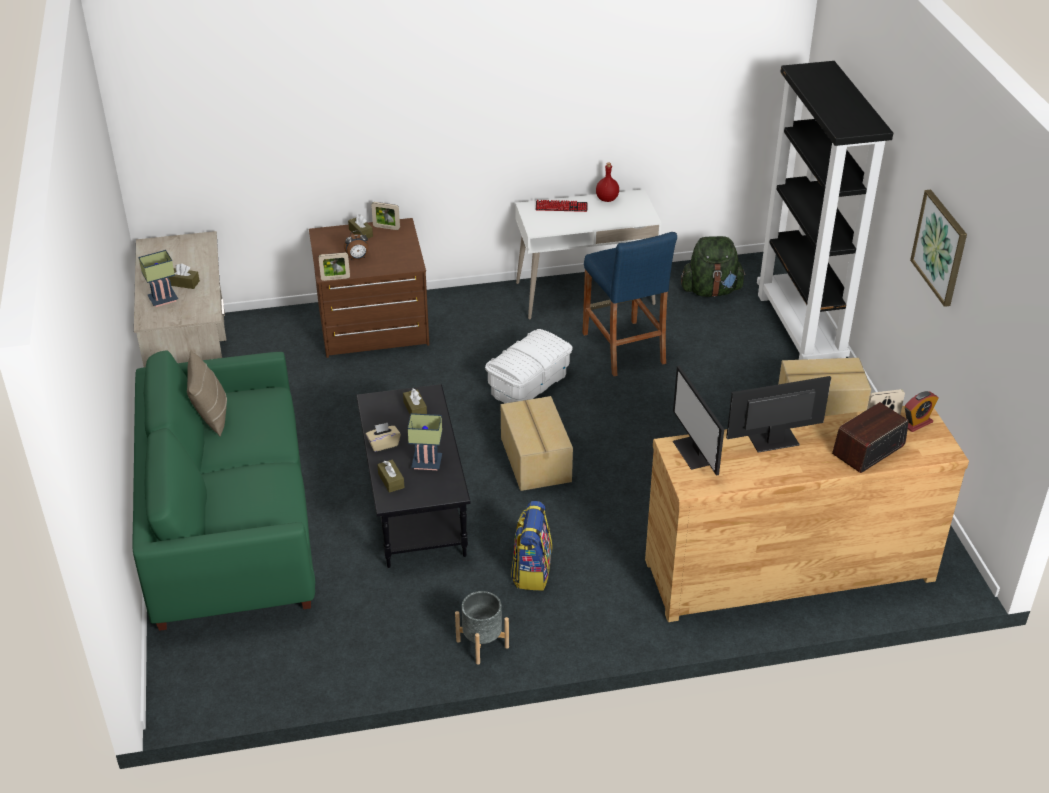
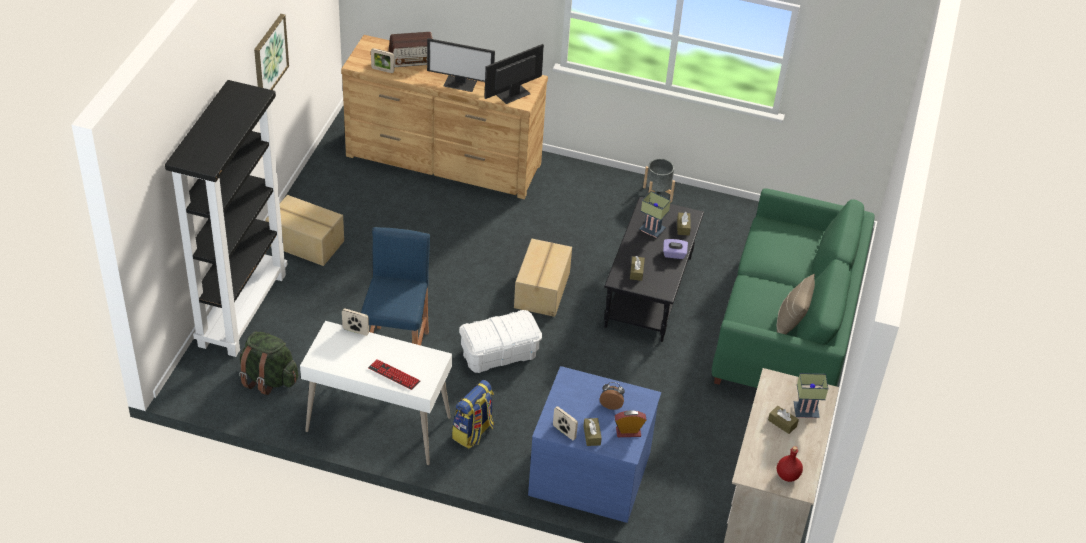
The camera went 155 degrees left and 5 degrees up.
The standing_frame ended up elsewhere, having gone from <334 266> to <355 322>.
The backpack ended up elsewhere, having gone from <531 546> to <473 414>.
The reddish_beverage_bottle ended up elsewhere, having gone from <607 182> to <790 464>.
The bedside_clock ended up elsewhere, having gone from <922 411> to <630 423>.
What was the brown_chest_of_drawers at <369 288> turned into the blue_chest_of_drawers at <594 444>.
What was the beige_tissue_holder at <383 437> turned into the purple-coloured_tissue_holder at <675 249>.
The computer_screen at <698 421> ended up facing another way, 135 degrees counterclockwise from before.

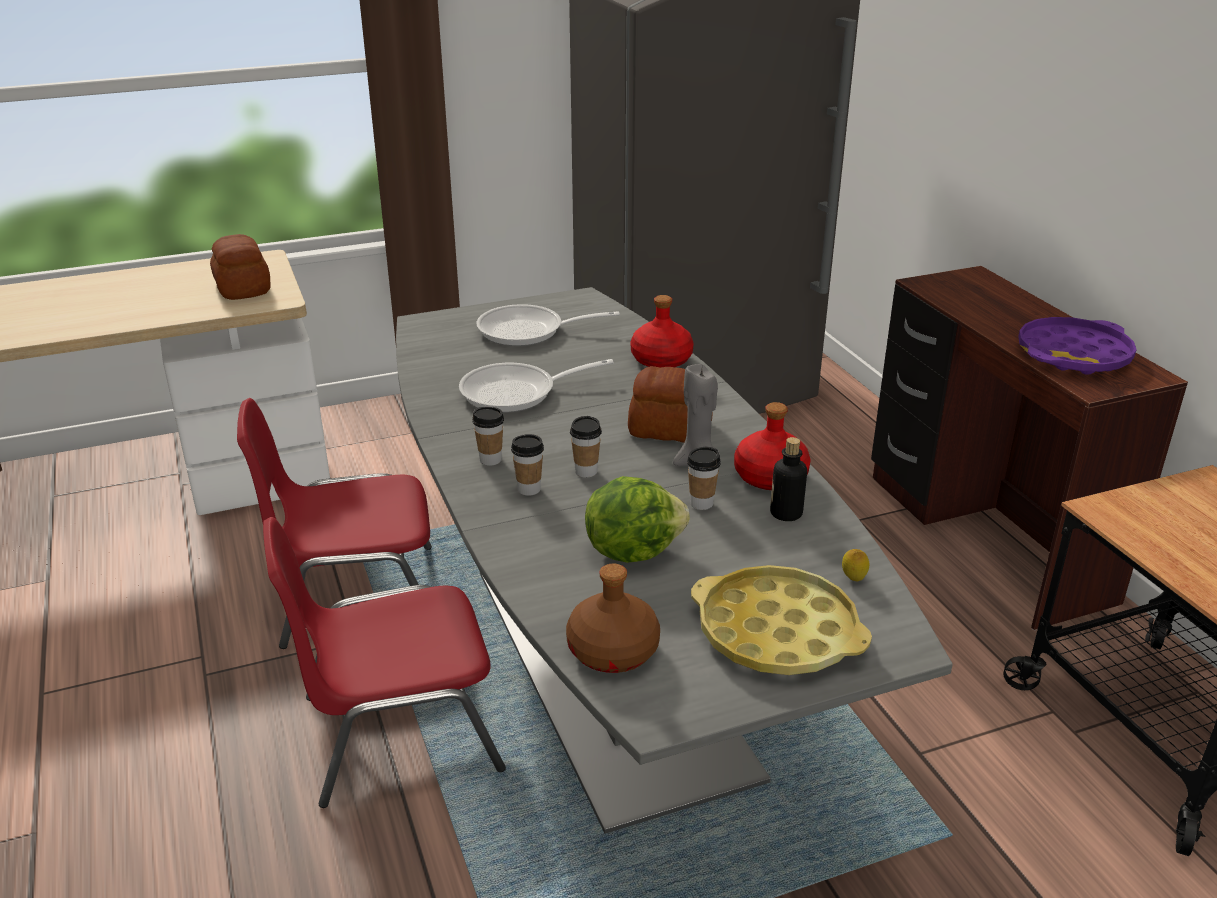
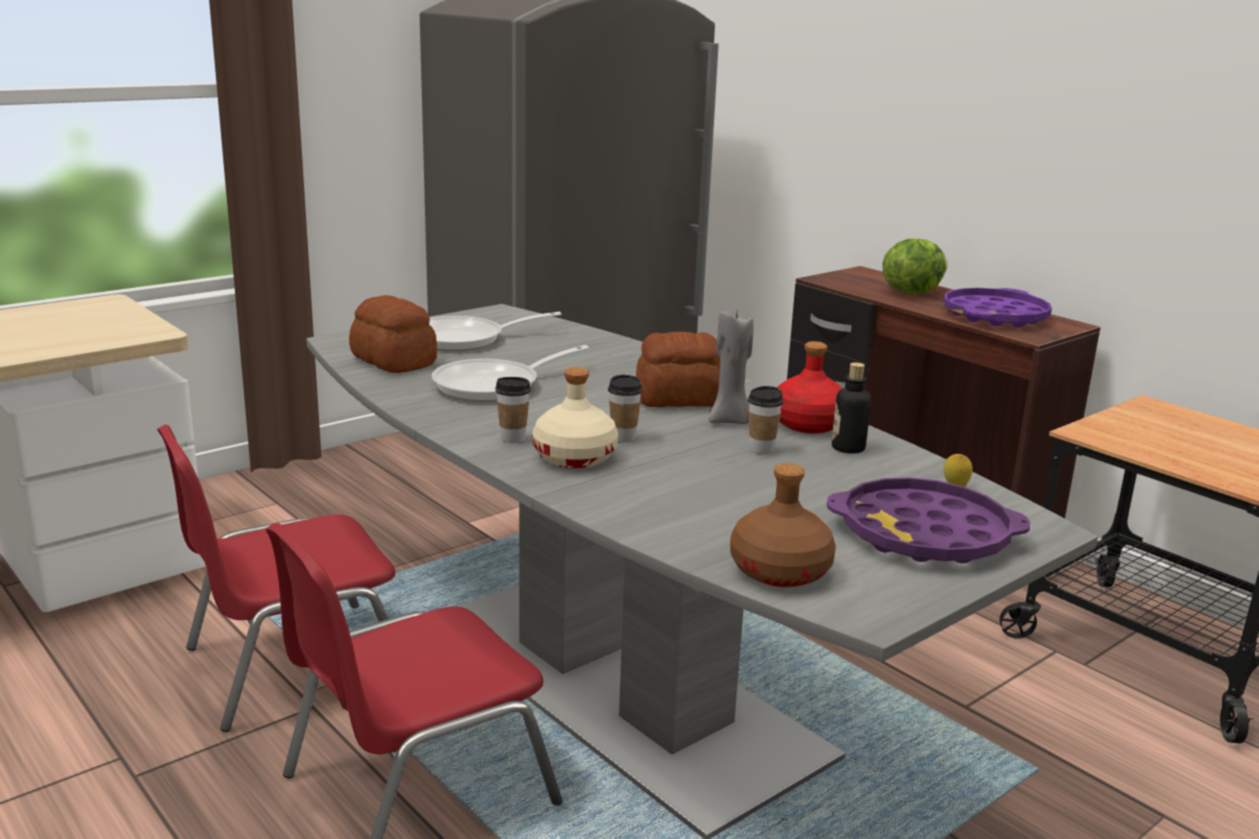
The camera went 20 degrees left and 10 degrees down.
The second view lost the reddish_beverage_bottle at <662 331>.
The bread ended up elsewhere, having gone from <240 267> to <393 334>.
The lettuce ended up elsewhere, having gone from <637 519> to <915 266>.
Where the small_cup stood at <527 465>, the beige_beverage_bottle came to stand at <575 417>.
What was the yellow_carrying_tray at <781 620> turned into the purple-coloured_carrying_tray at <928 520>.

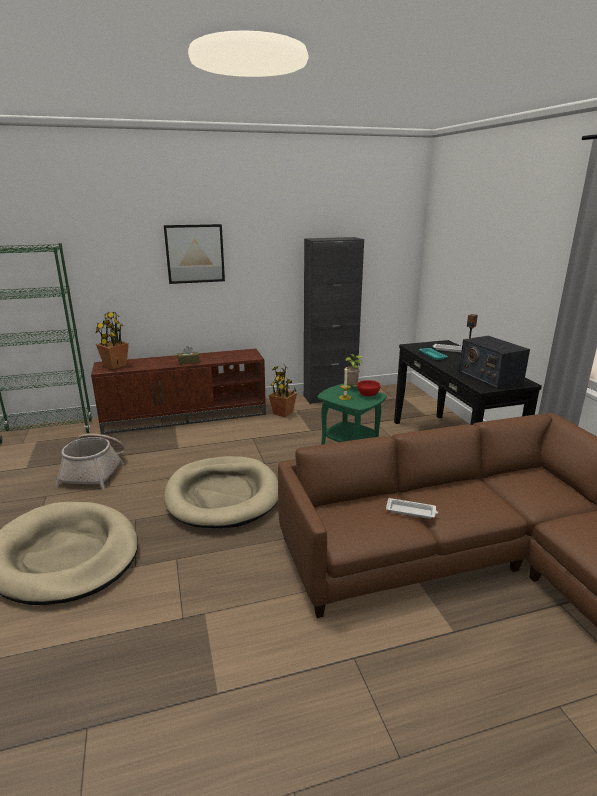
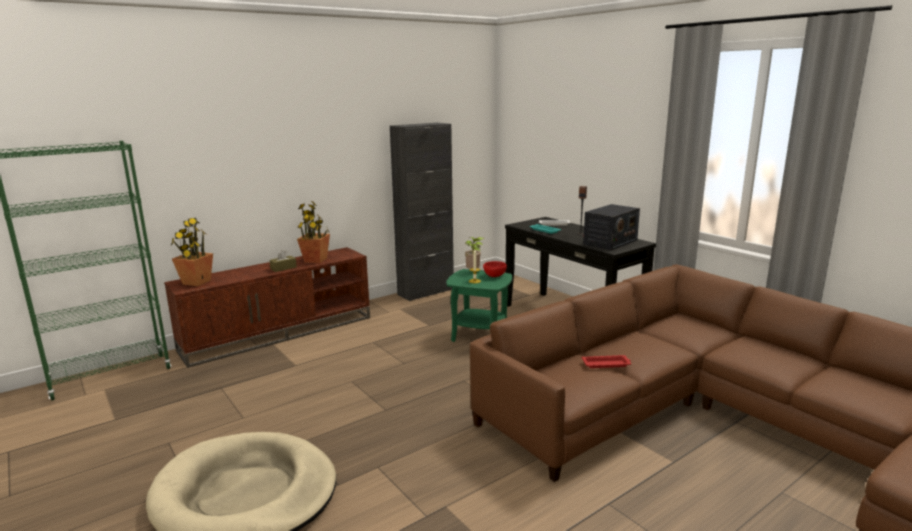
The camera went 20 degrees left and 5 degrees down.
The second view lost the basket at <90 461>.
The second view lost the picture at <194 254>.
The second view lost the beige_pet_bed at <221 492>.
The potted_plant ended up elsewhere, having gone from <283 391> to <313 232>.
What was the white-coloured_carrying_tray at <412 508> turned into the reddish_carrying_tray at <606 361>.
The radio_set at <494 362> ended up facing another way, 90 degrees counterclockwise from before.

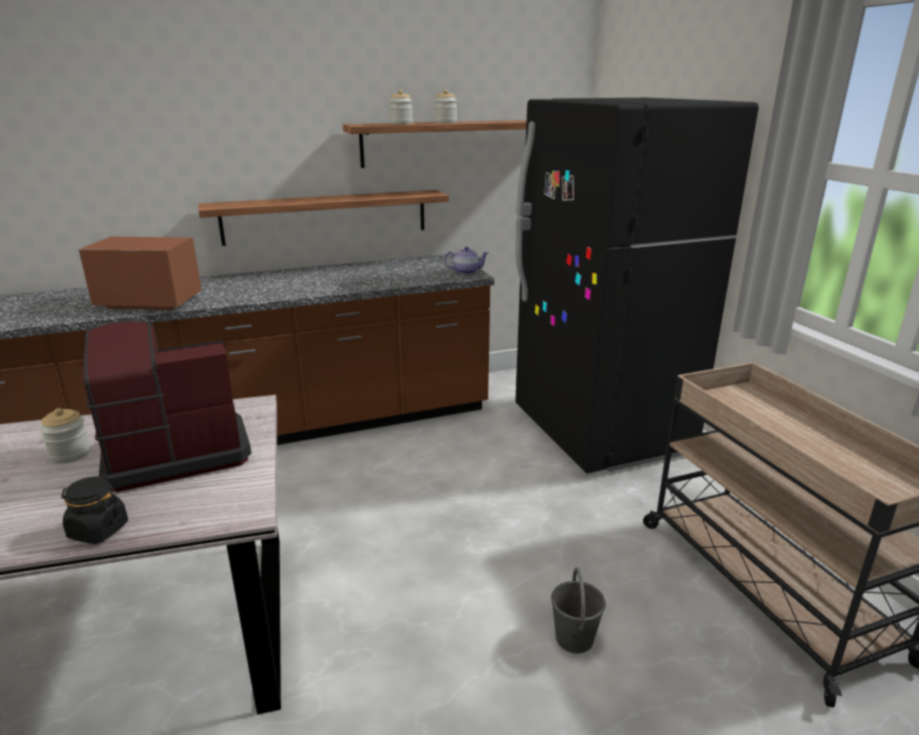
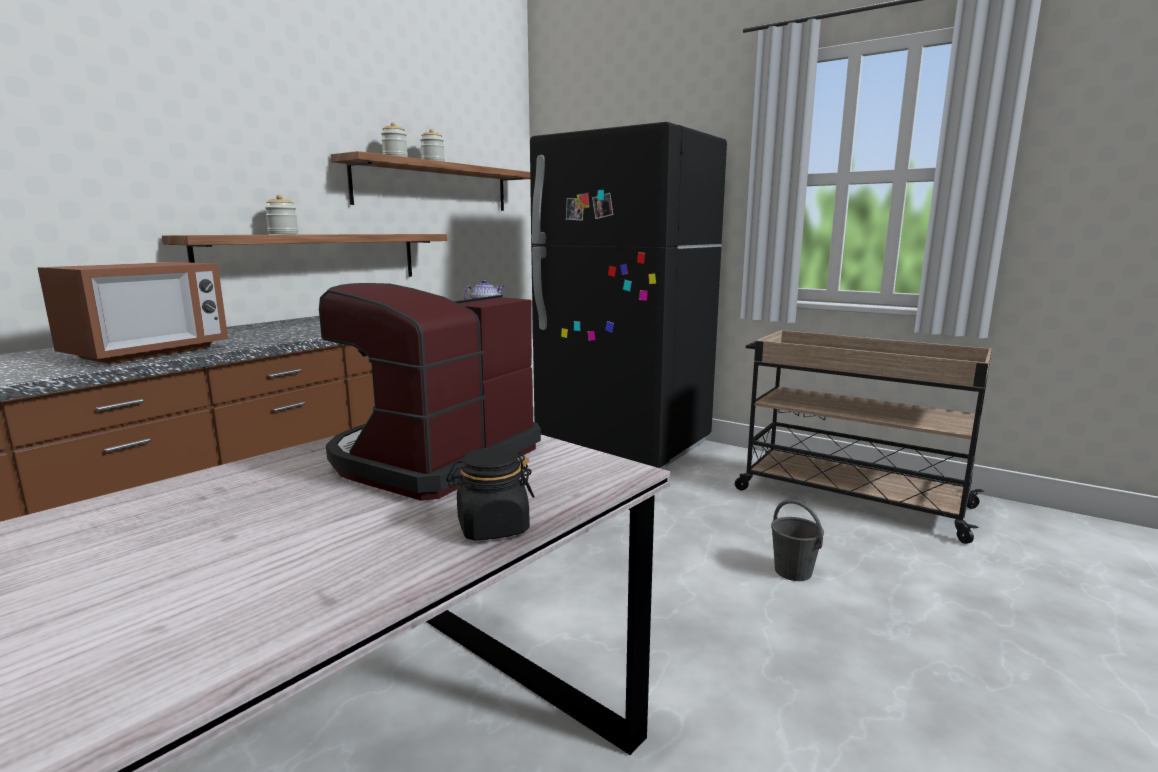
The camera went 35 degrees left and 10 degrees down.
The preserve_jar ended up elsewhere, having gone from <65 435> to <281 214>.
The kitchen_microwave at <140 273> ended up facing another way, 150 degrees clockwise from before.

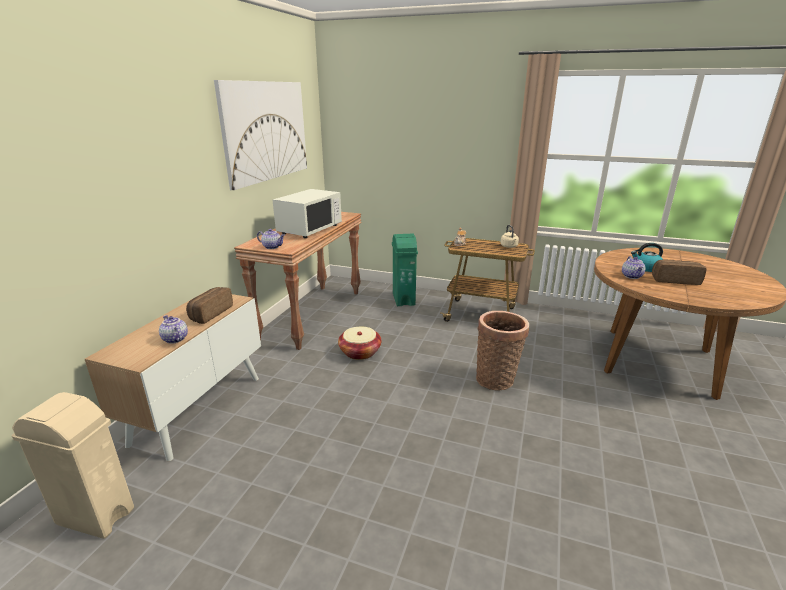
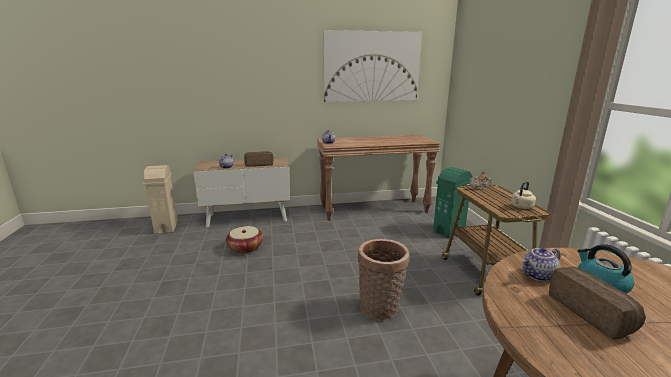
The camera went 60 degrees right and 5 degrees down.
The second view lost the white-coloured_kitchen_microwave at <307 213>.
The basket ended up elsewhere, having gone from <359 343> to <244 240>.

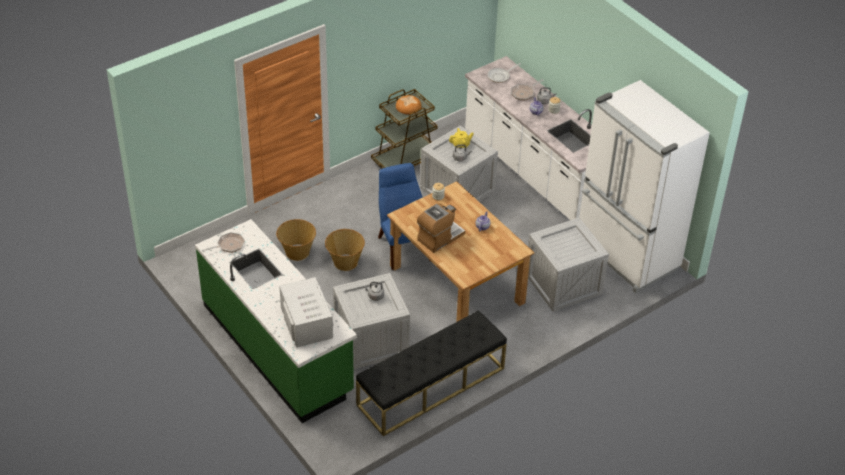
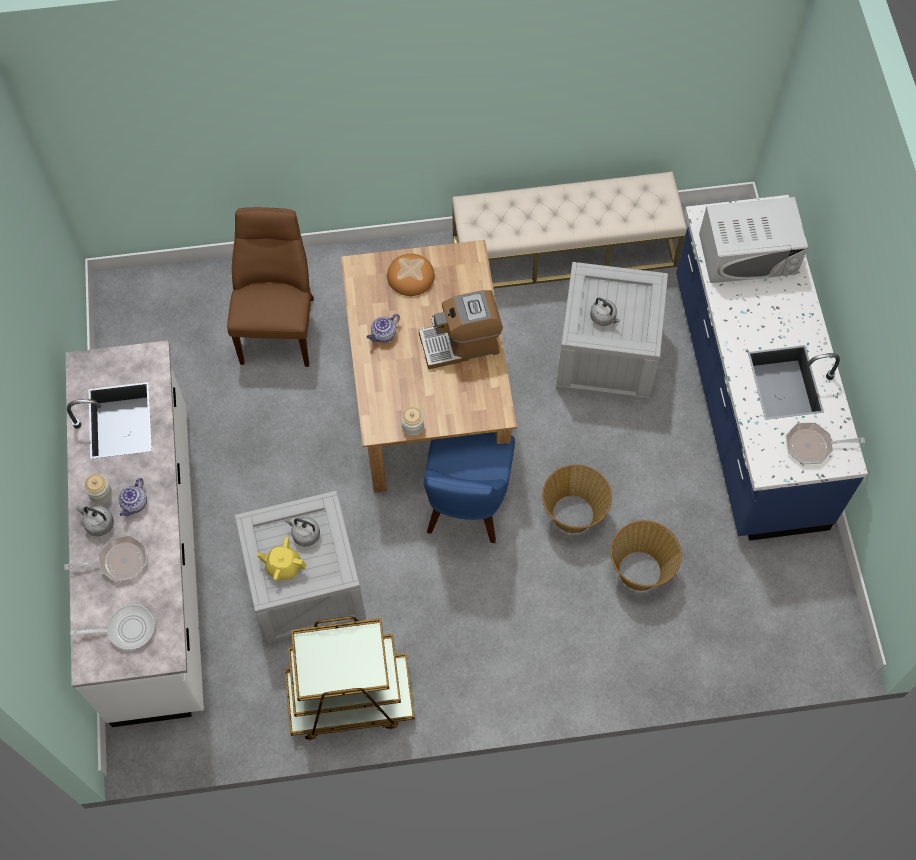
The camera went 150 degrees left and 20 degrees up.
The second view lost the white-coloured_refrigerator at <644 186>.
The bread ended up elsewhere, having gone from <409 104> to <411 275>.
Where the shipping_crate stood at <568 265>, the brown_upright_chair came to stand at <270 287>.
What was the green_kitchen_base_unit at <276 321> turned into the blue_kitchen_base_unit at <772 368>.
What was the blackish_indoor_bench at <431 373> turned into the beige_indoor_bench at <569 230>.
The white-coloured_kitchen_microwave at <306 312> ended up facing another way, 105 degrees counterclockwise from before.

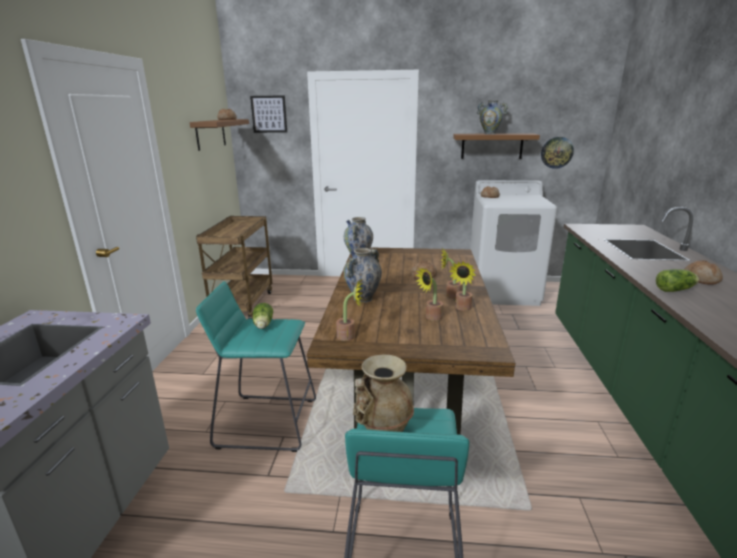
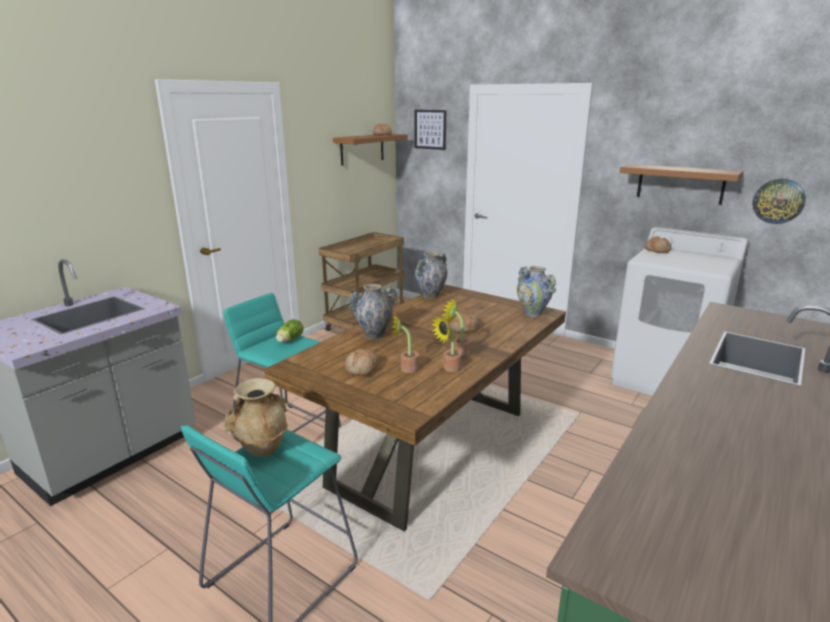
The camera went 30 degrees right and 0 degrees up.
The second view lost the potted_plant at <349 310>.
The second view lost the lettuce at <677 280>.
The vase ended up elsewhere, having gone from <492 117> to <536 291>.
The bread ended up elsewhere, having gone from <703 272> to <362 362>.

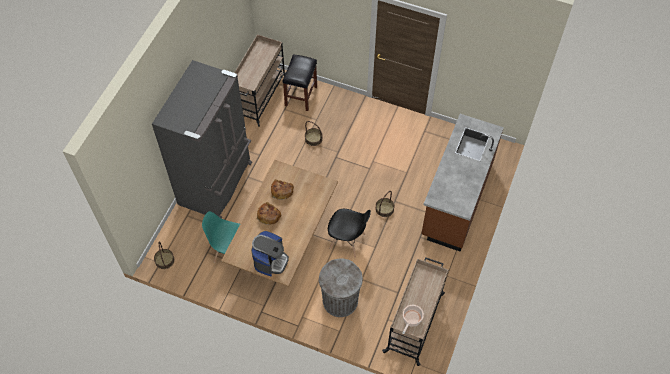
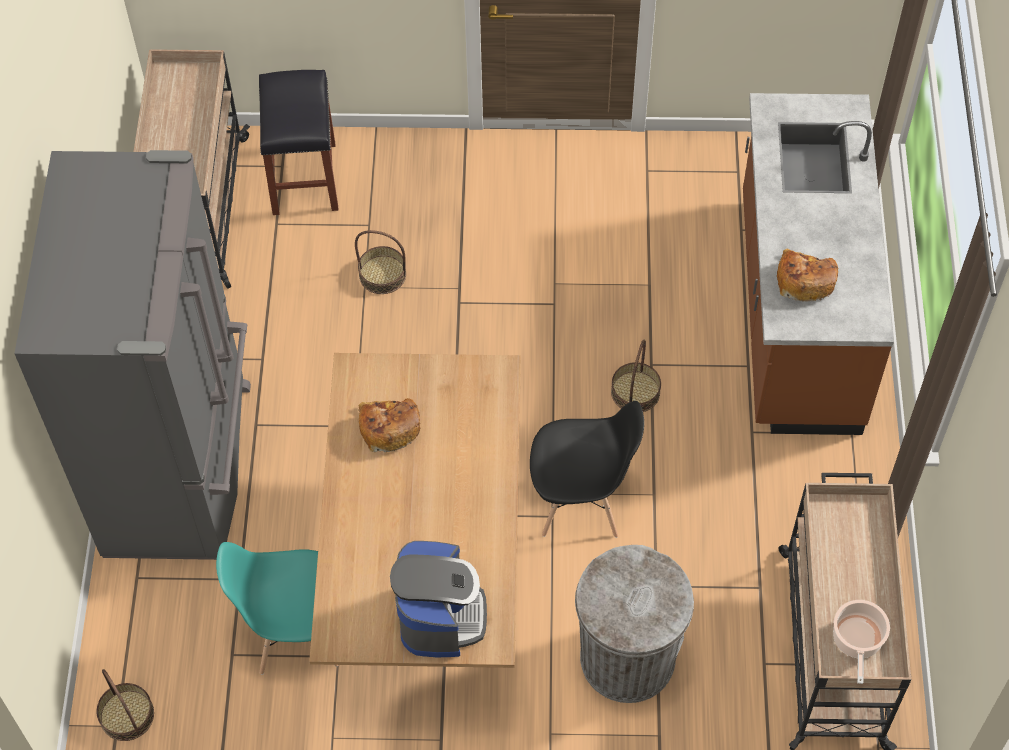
The camera went 20 degrees left and 0 degrees up.
The bread ended up elsewhere, having gone from <269 213> to <807 275>.

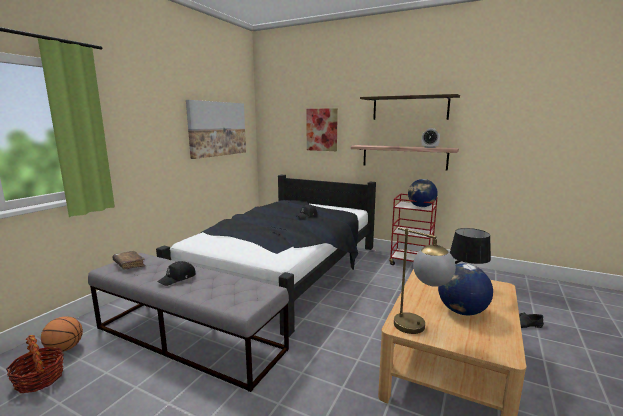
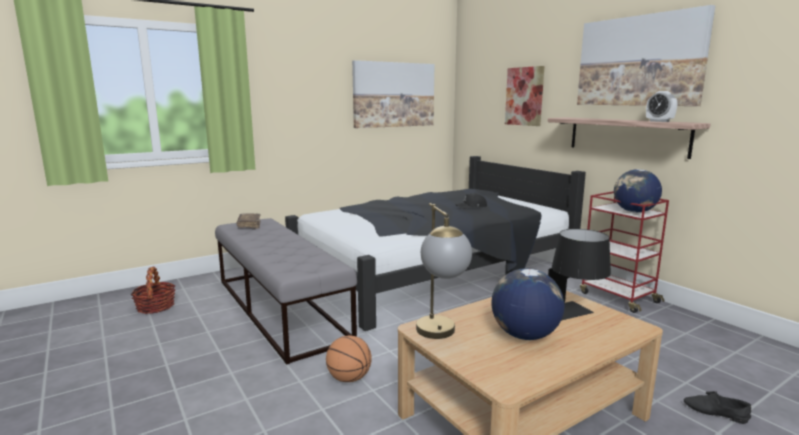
The camera went 30 degrees right and 0 degrees up.
The second view lost the blackish_peaked_cap at <176 273>.
The basketball ended up elsewhere, having gone from <62 334> to <349 359>.
Where the shelf hung at <410 107>, the picture came to hang at <646 55>.

